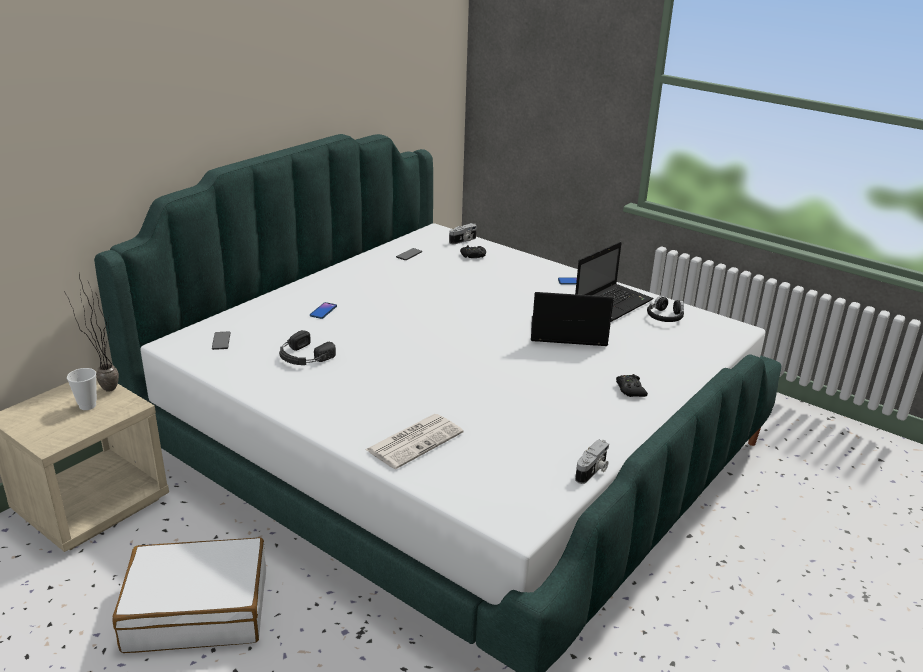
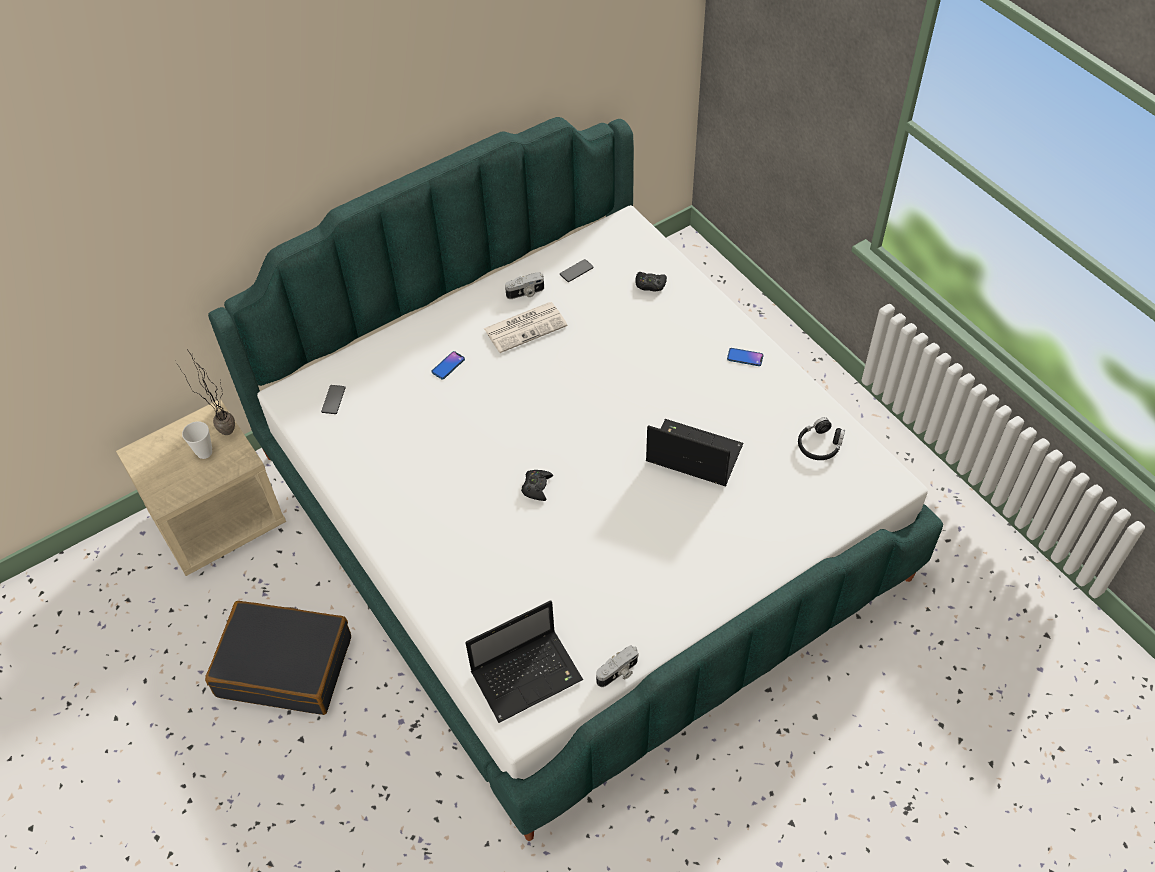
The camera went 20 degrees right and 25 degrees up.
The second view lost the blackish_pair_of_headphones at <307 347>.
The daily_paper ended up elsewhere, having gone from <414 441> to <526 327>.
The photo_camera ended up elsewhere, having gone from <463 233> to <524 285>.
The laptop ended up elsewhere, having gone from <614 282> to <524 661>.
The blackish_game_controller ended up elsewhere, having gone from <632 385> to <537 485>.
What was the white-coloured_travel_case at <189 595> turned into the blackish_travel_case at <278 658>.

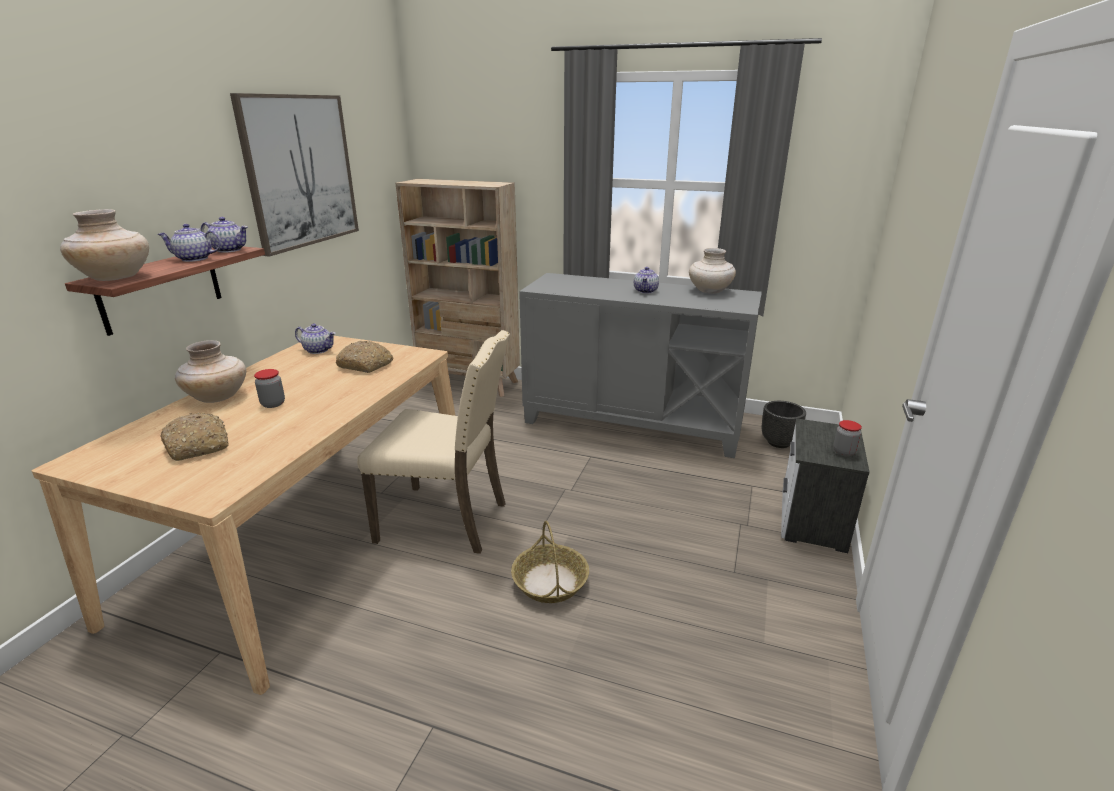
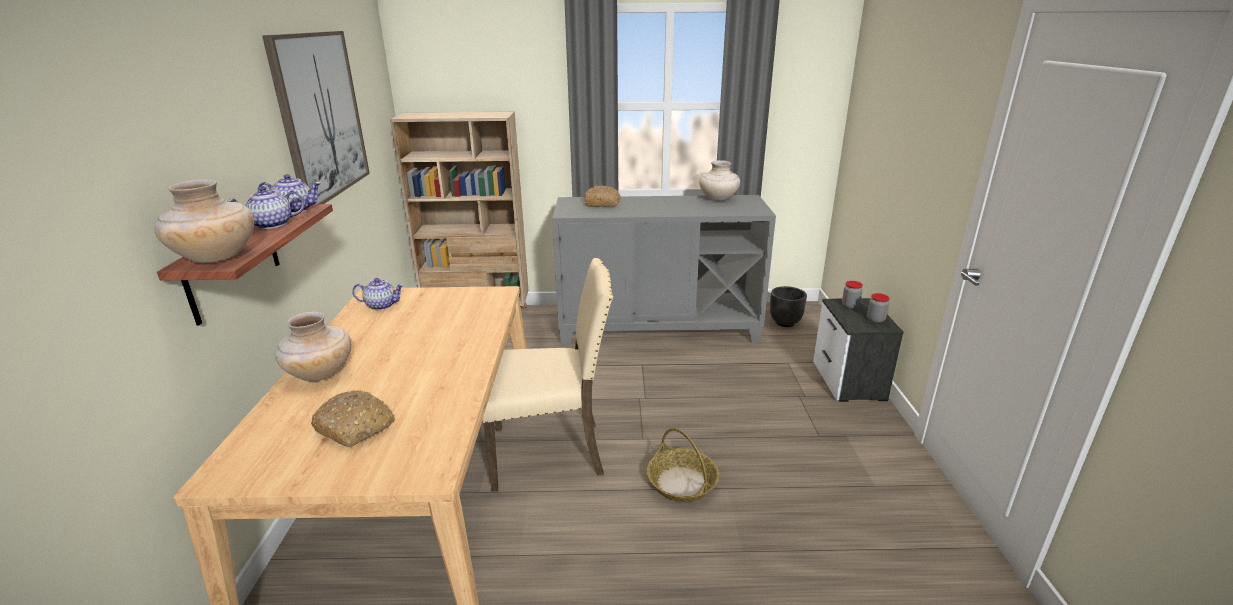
The camera went 20 degrees left and 0 degrees up.
The second view lost the teapot at <646 280>.
The preserve_jar ended up elsewhere, having gone from <269 388> to <852 295>.
The bread ended up elsewhere, having gone from <364 357> to <602 196>.

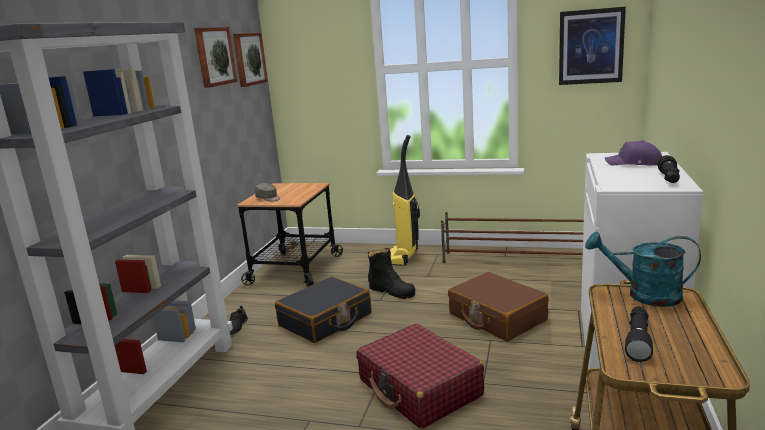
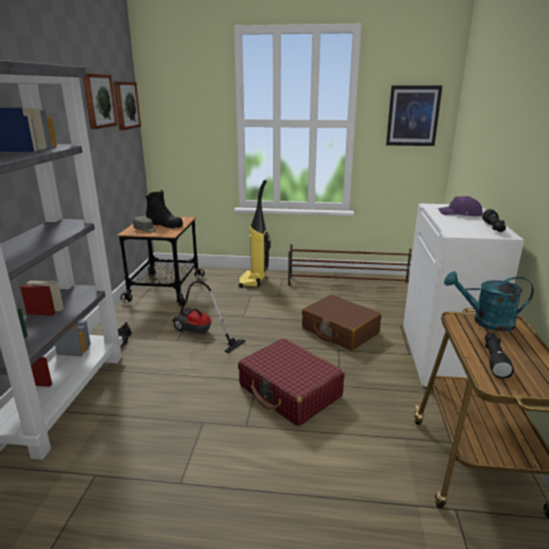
The camera went 10 degrees left and 5 degrees up.
The blackish_high-top_boot ended up elsewhere, having gone from <391 273> to <164 209>.
Where the blackish_travel_case stood at <323 310>, the vacuum_cleaner came to stand at <209 317>.

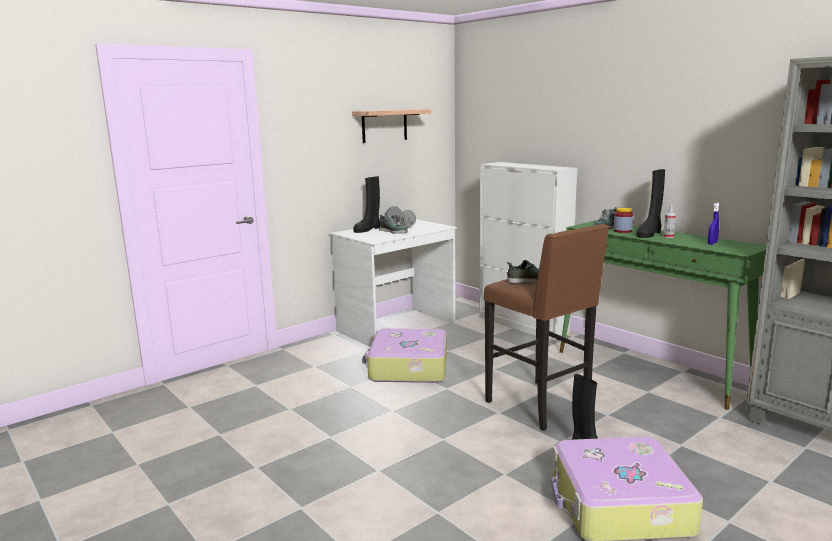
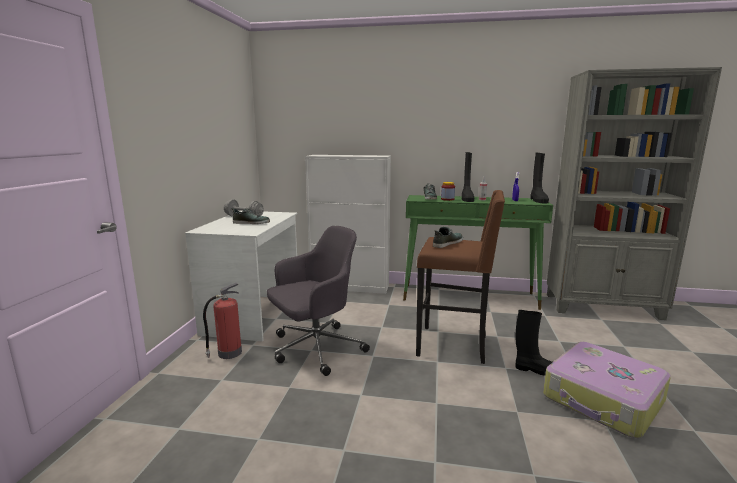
The camera went 40 degrees left and 0 degrees up.
The second view lost the shelf at <391 126>.
The second view gained the fire_extinguisher at <222 321>.
The blackish_high-top_boot ended up elsewhere, having gone from <366 204> to <539 178>.
Where the travel_case stood at <404 355>, the gray_desk_chair came to stand at <318 301>.

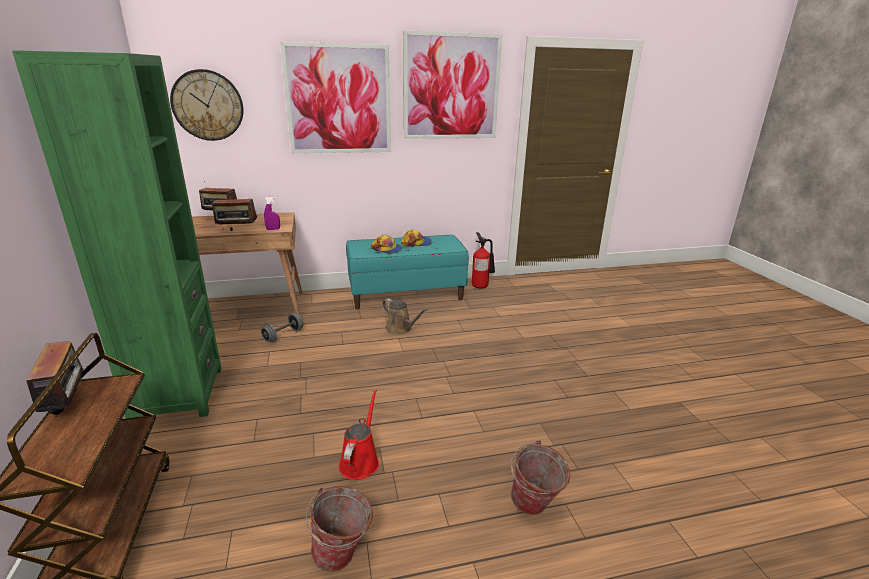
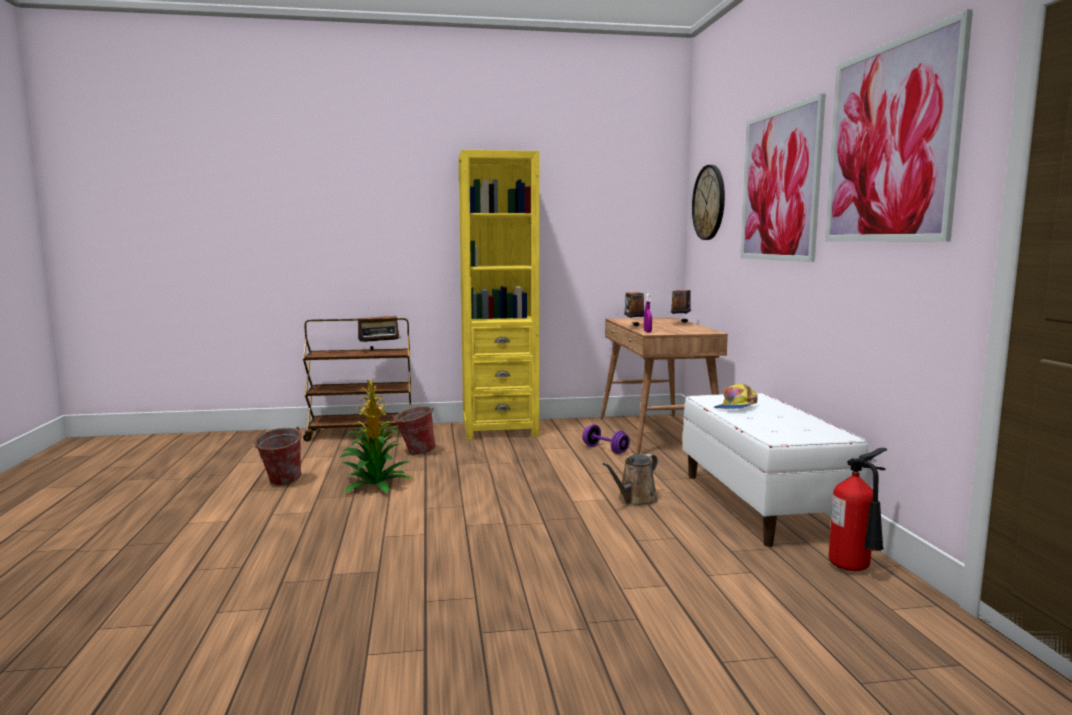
The camera went 95 degrees right and 15 degrees down.
The second view lost the peaked_cap at <416 238>.
The water_bucket ended up elsewhere, having gone from <540 477> to <414 430>.
Where the reddish_sprinkling_can stood at <359 434>, the potted_plant came to stand at <375 435>.
What was the green_bookcase at <117 234> turned into the yellow_bookcase at <499 294>.
What was the gray_dumbbell at <282 327> turned into the purple-coloured_dumbbell at <606 439>.
What was the blue-green_indoor_bench at <407 272> turned into the white-coloured_indoor_bench at <775 470>.

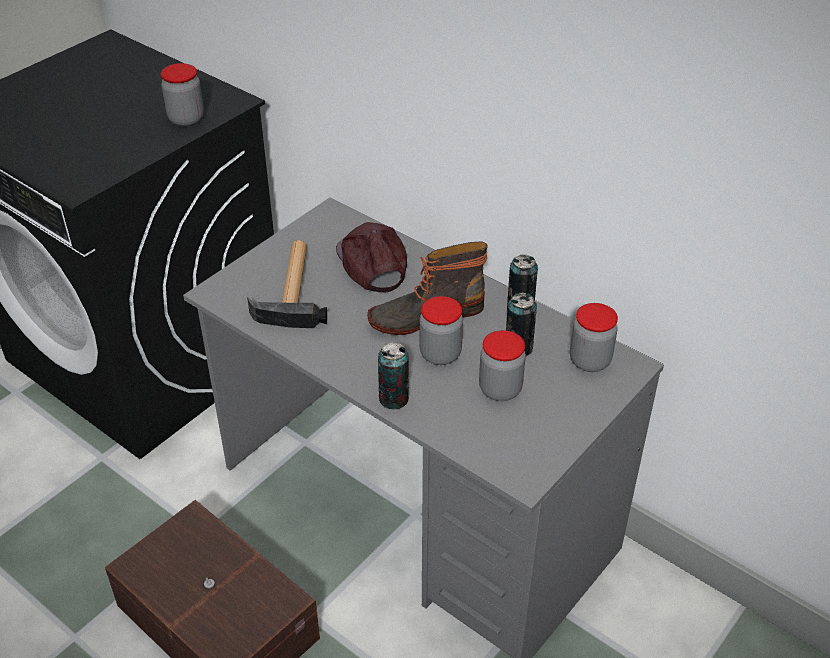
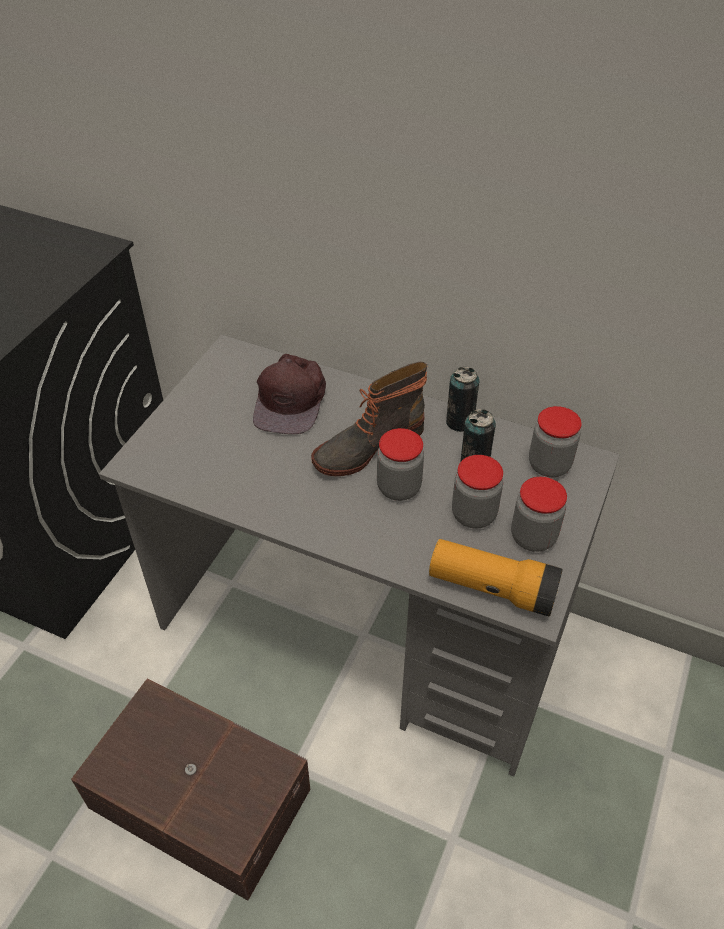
The camera went 15 degrees left and 5 degrees up.
The second view lost the hammer at <287 284>.
The second view lost the sealed_can at <393 376>.
The second view gained the hand_torch at <496 577>.
The preserve_jar ended up elsewhere, having gone from <182 94> to <539 514>.
The brown_peaked_cap at <371 257> ended up facing another way, 135 degrees counterclockwise from before.

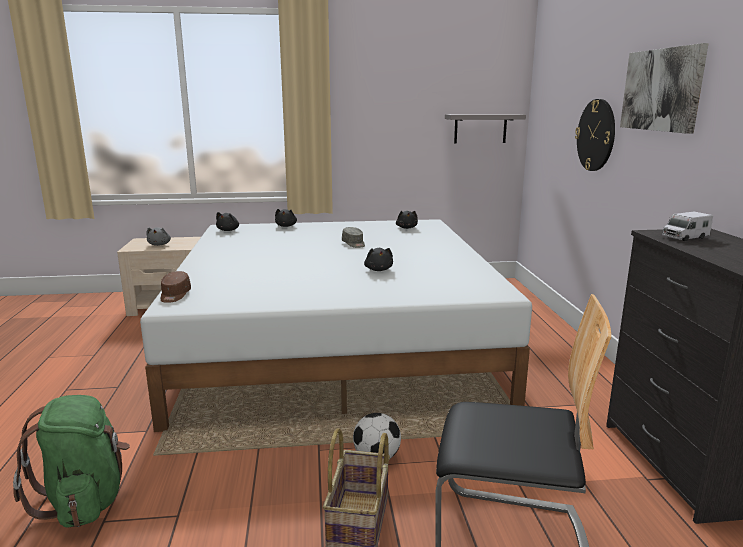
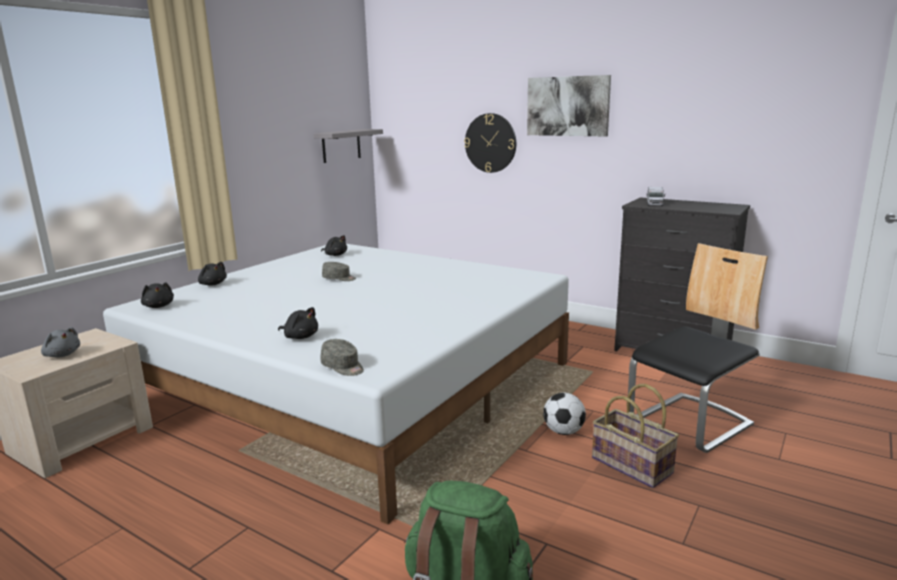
The camera went 50 degrees left and 0 degrees up.
The blackish_plush_toy ended up elsewhere, having gone from <378 259> to <298 323>.
What was the brown_peaked_cap at <176 287> turned into the gray_peaked_cap at <342 357>.

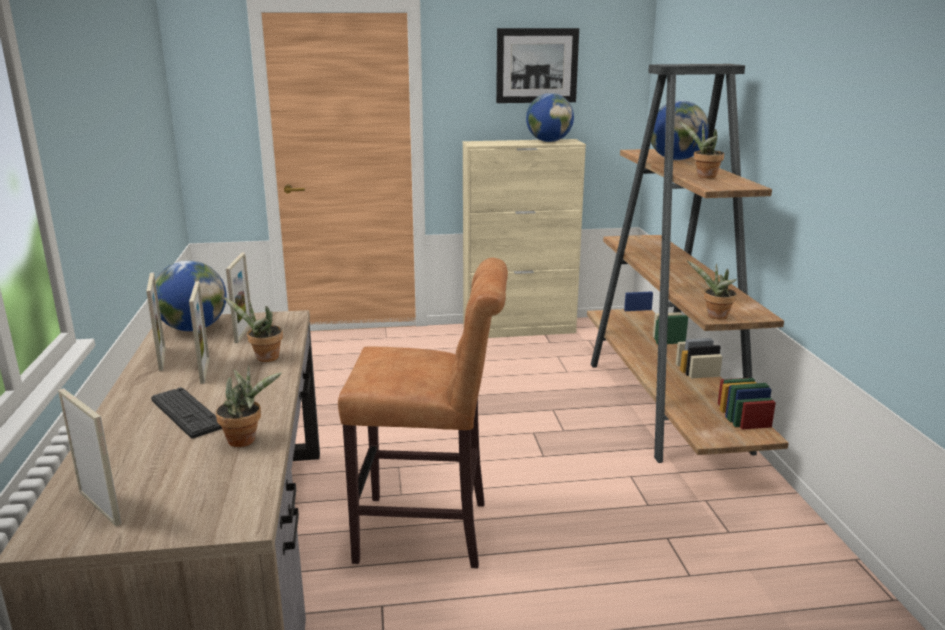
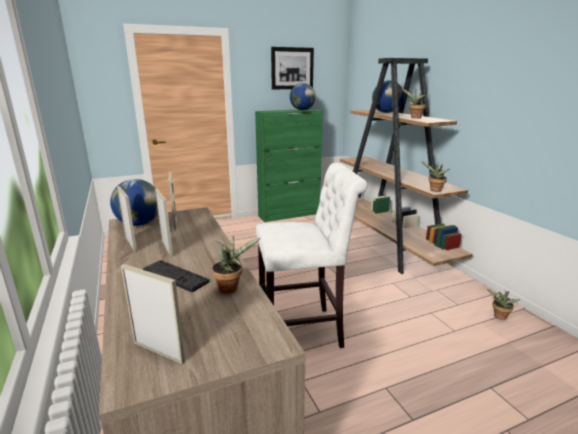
The camera went 15 degrees left and 0 degrees up.
The potted_plant ended up elsewhere, having gone from <253 329> to <503 304>.
What was the brown_sitting_stool at <423 413> turned into the white-coloured_sitting_stool at <312 255>.
What was the beige_storage_cabinet at <524 238> turned into the green_storage_cabinet at <289 165>.

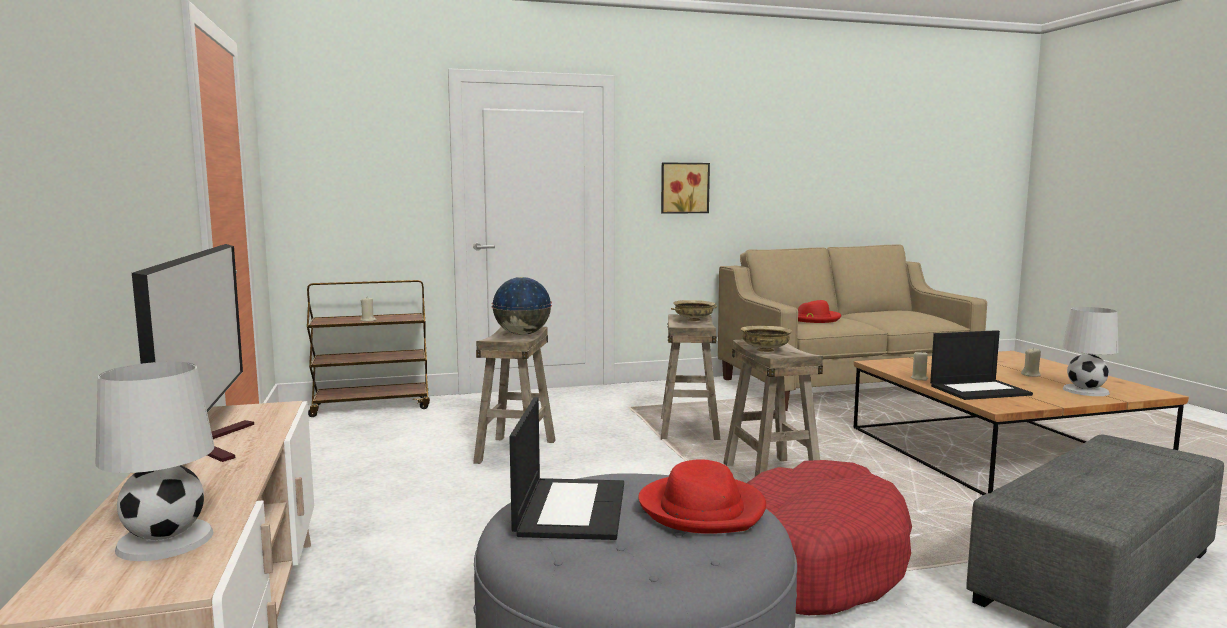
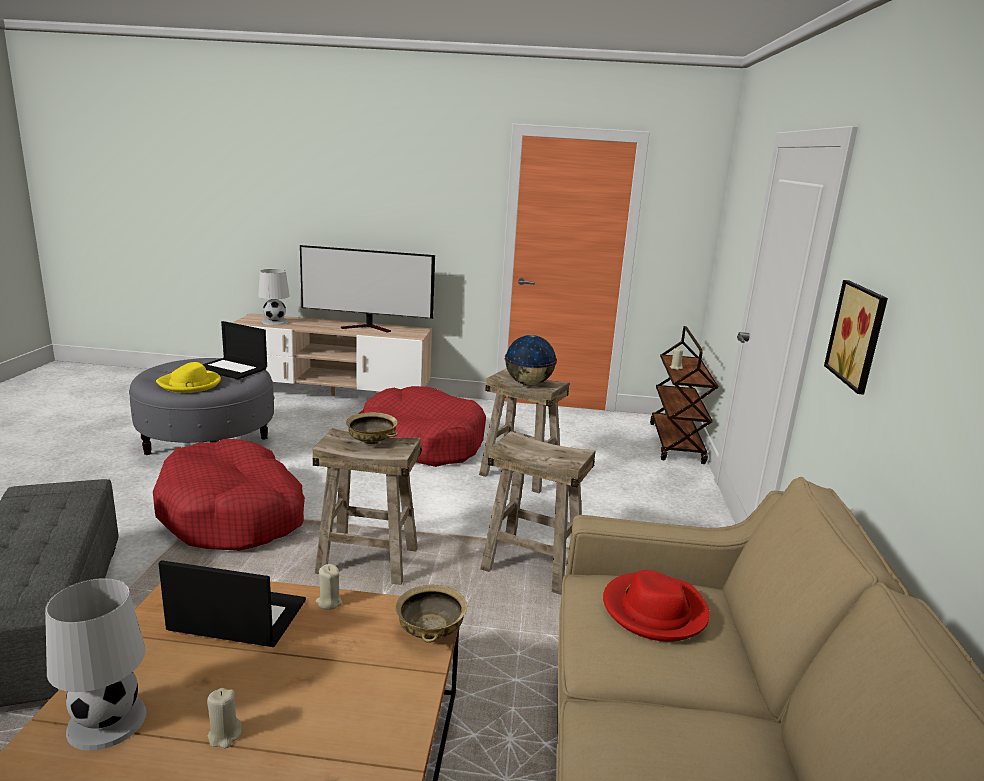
The camera went 110 degrees right and 10 degrees up.
The second view gained the reddish_pet_bed at <422 426>.
The beige_serving_bowl ended up elsewhere, having gone from <694 310> to <431 613>.
What was the reddish_wearable_hat at <702 496> turned into the yellow_wearable_hat at <188 377>.
The laptop at <981 365> ended up facing another way, 90 degrees clockwise from before.

